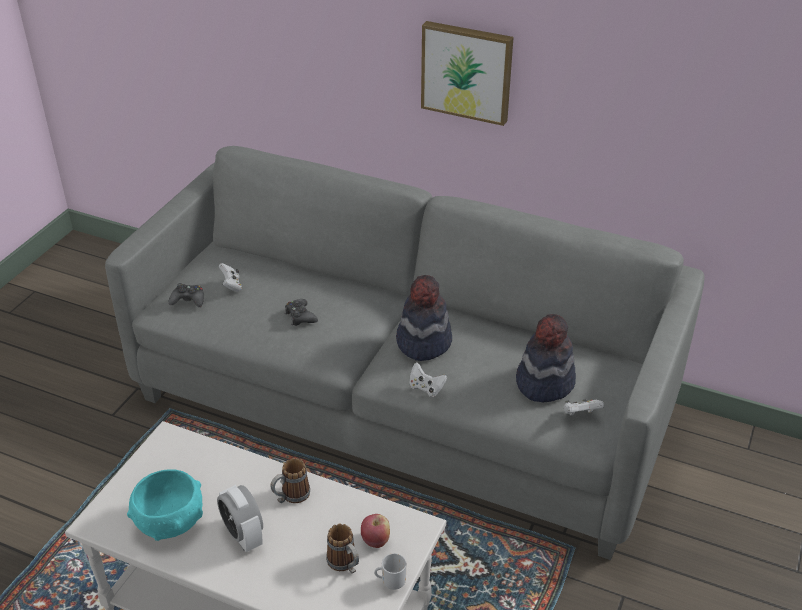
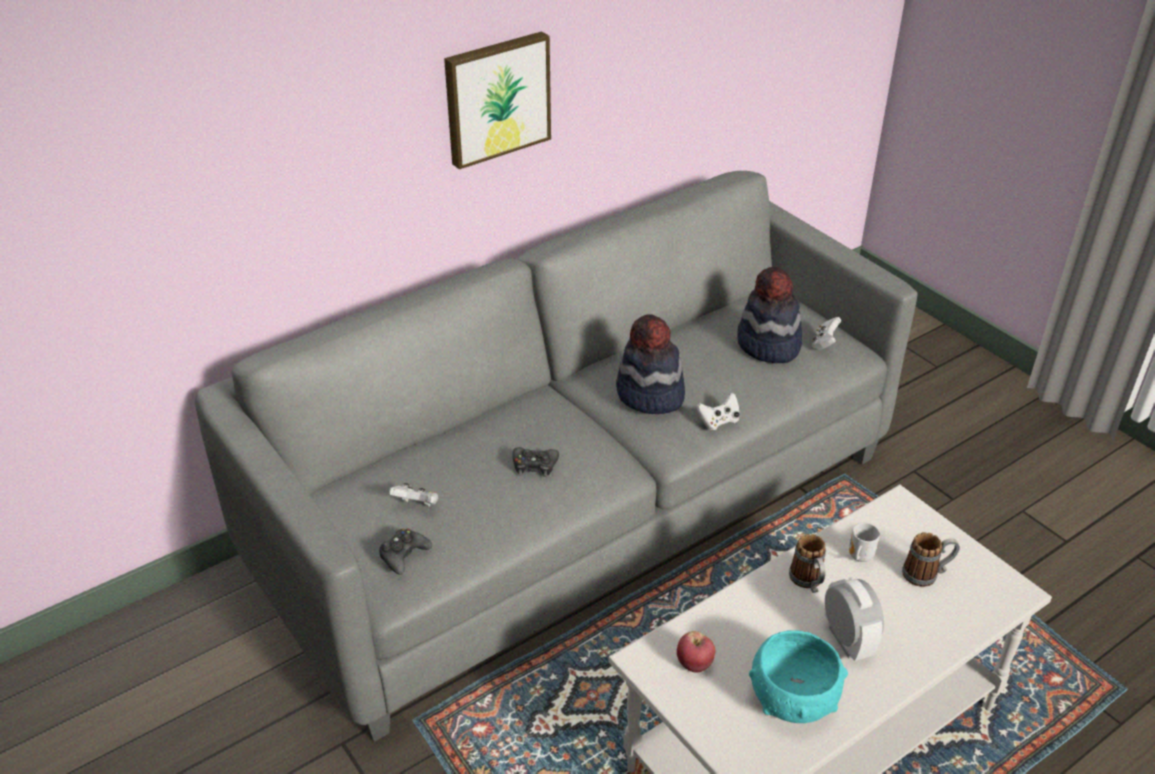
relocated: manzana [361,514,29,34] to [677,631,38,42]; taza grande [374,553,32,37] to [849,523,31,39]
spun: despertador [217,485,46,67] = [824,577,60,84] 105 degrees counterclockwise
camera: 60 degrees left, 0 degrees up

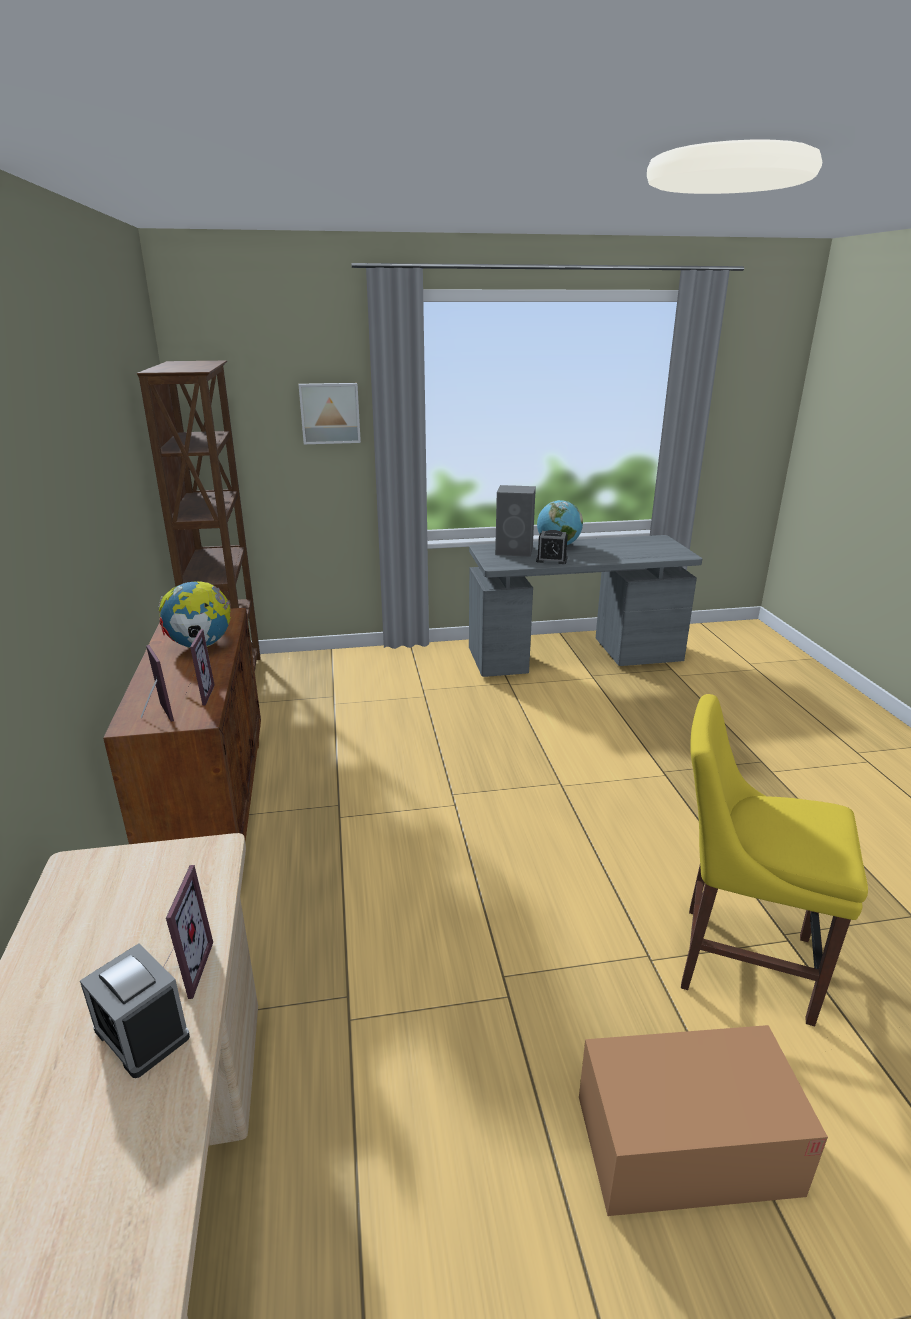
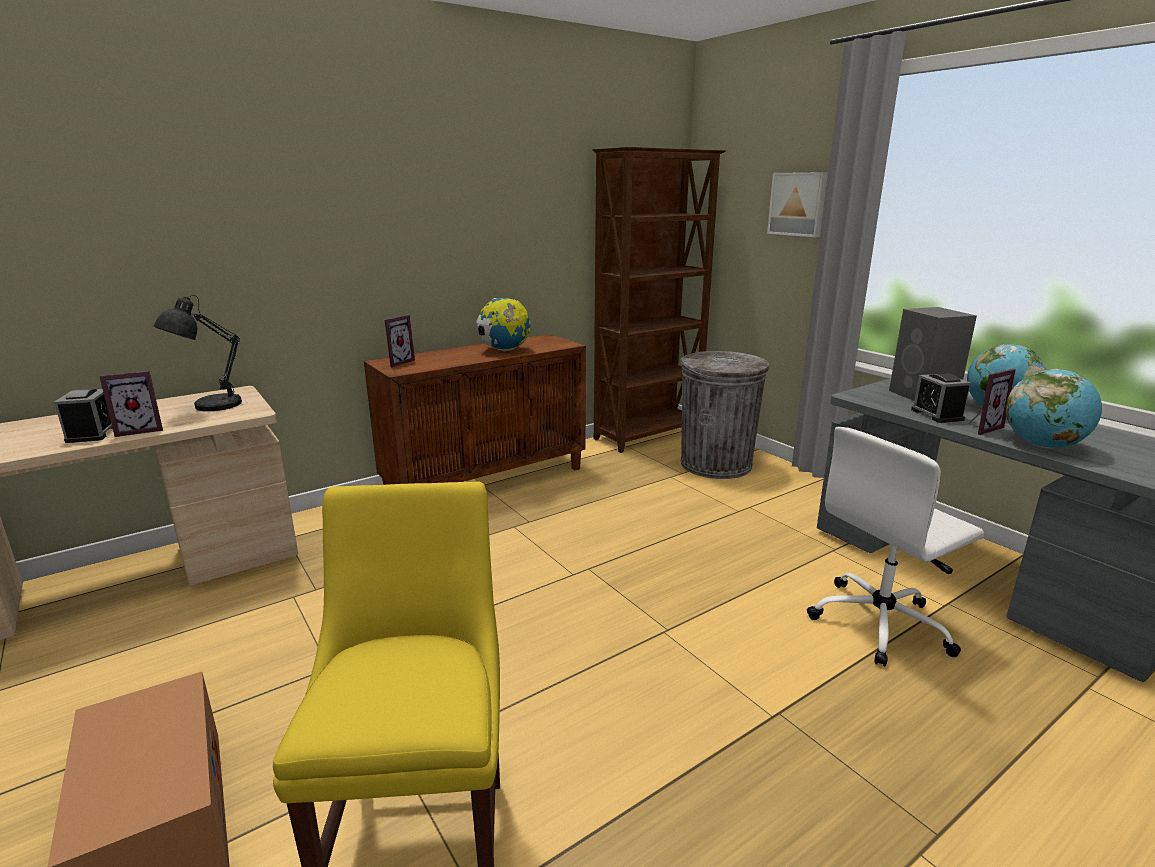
appeared: lámpara de mesa (gris) [153,295,89,116]; papelera (gris) [680,351,89,128]; silla de oficina (blanco) [807,427,177,239]; globo terráqueo [1006,369,96,79]
relocated: portarretratos [187,629,28,77] to [969,369,47,66]
spun: despertador [80,943,110,135] = [54,389,59,54] 150 degrees clockwise
camera: 65 degrees right, 5 degrees down

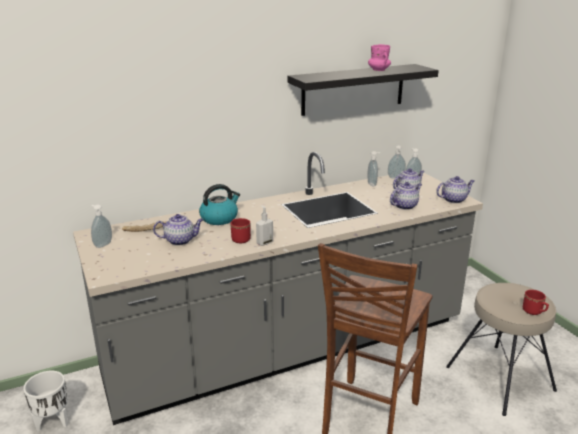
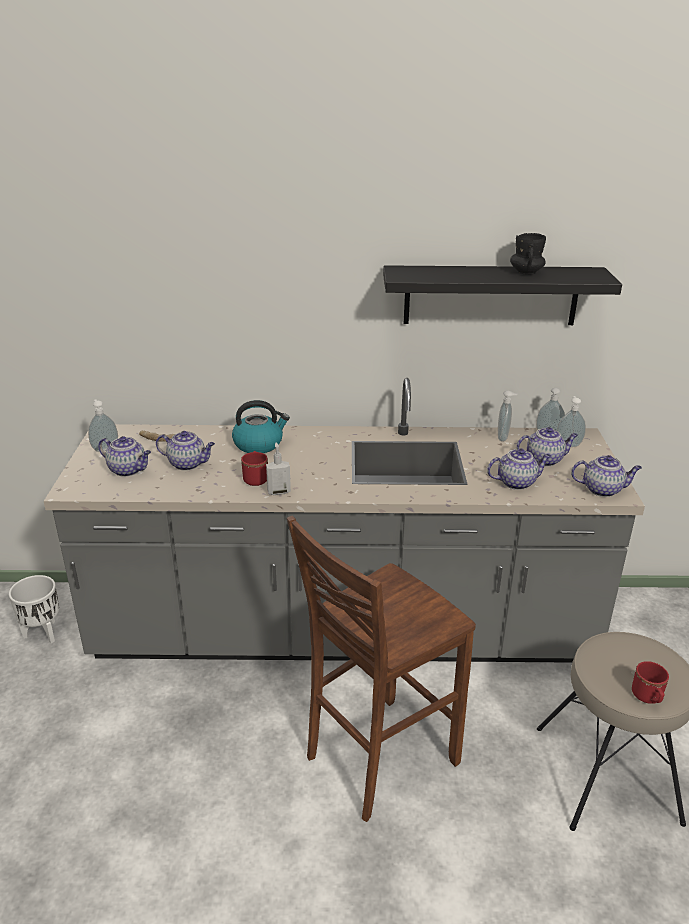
appeared: tetera [98,436,53,41]
colour: taza grande (rosa) [368,44,23,27] to taza grande (negro) [510,233,36,42]
camera: 25 degrees right, 5 degrees up

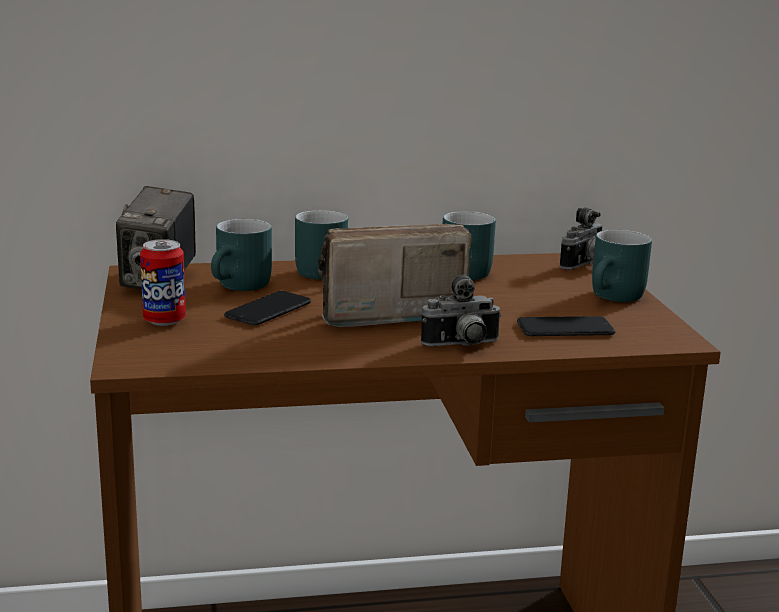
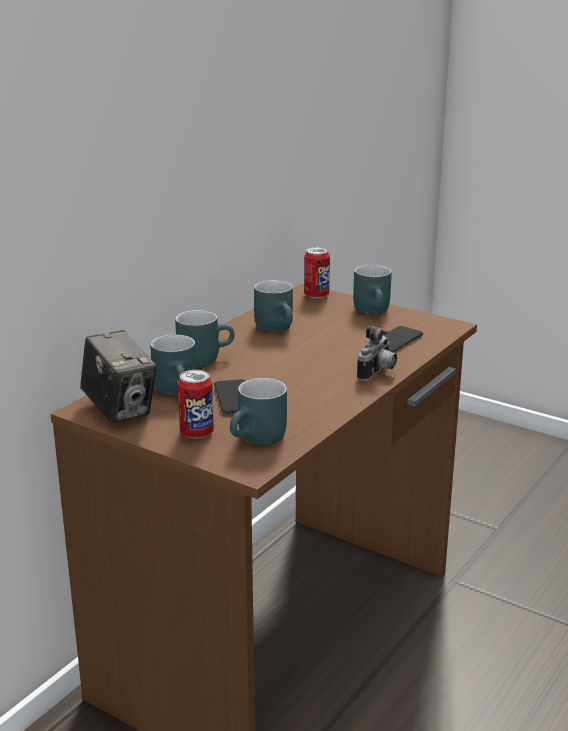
missing: radio [318,224,154,103]
appeared: taza grande (turquesa) [230,378,57,67]
exchanged: cámara [560,207,43,63] to lata [304,247,26,52]
camera: 45 degrees left, 5 degrees up

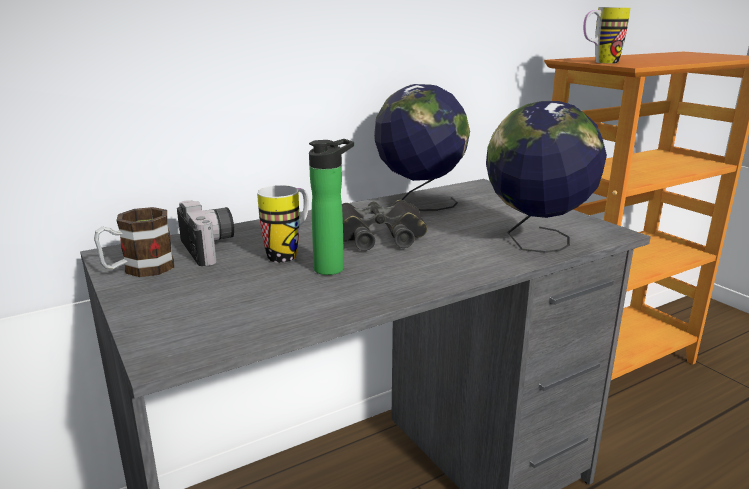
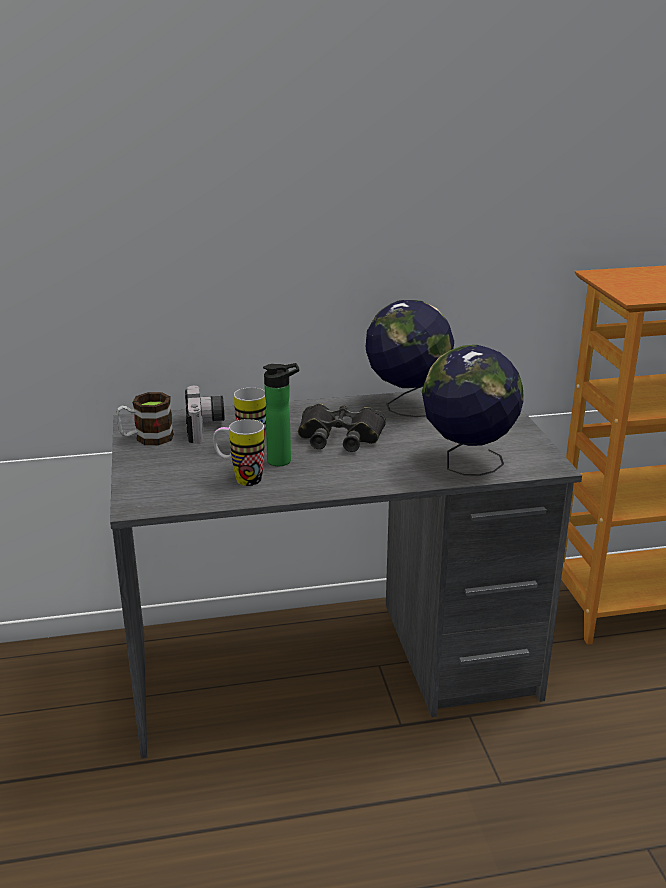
relocated: taza grande [583,7,48,57] to [213,419,51,67]
camera: 20 degrees right, 5 degrees up

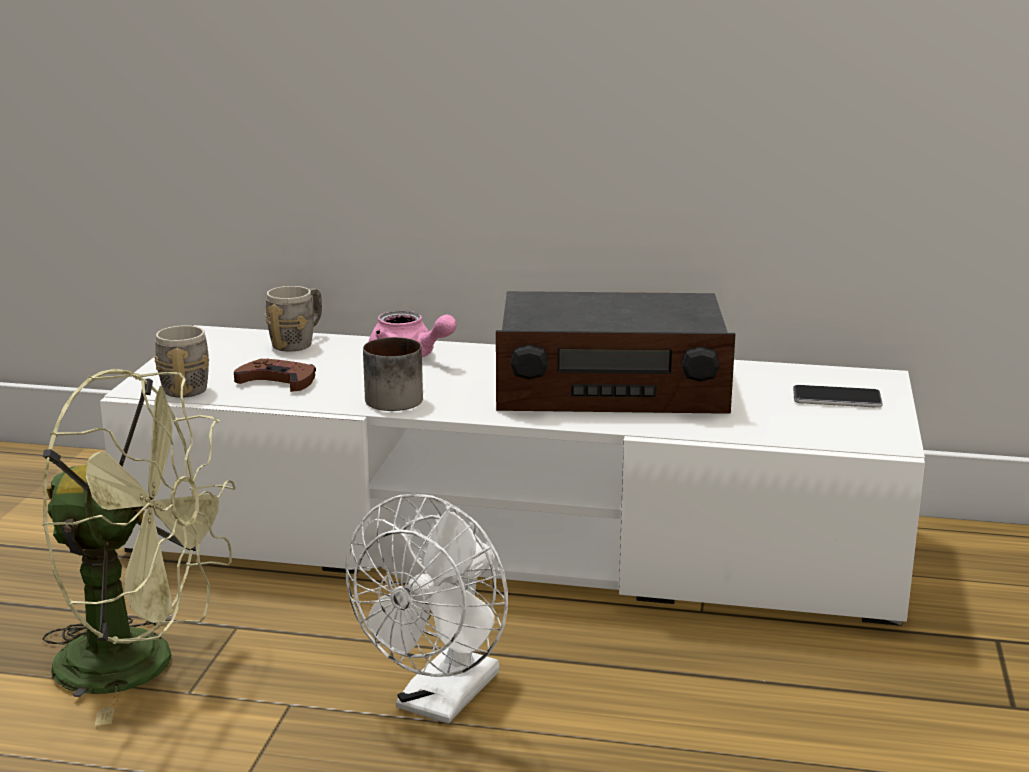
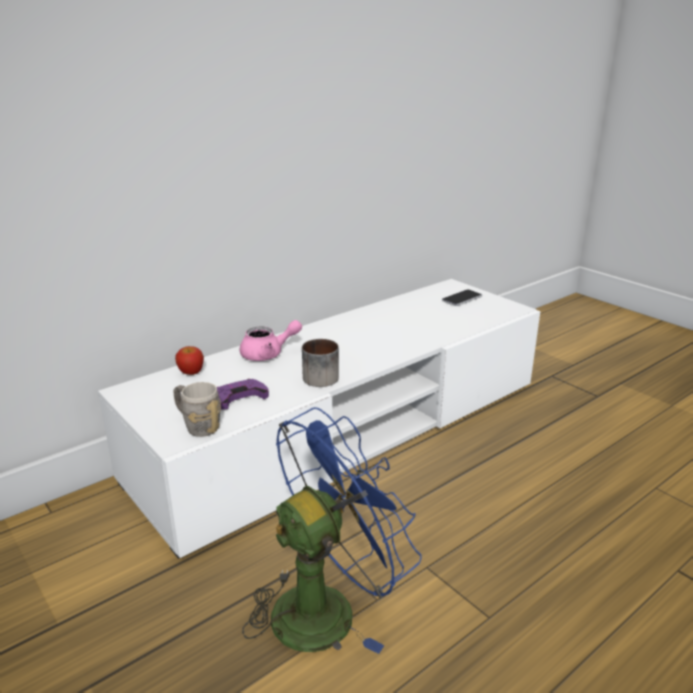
missing: ventilador (blanco) [346,494,162,230]; radio [496,291,239,123]
exchanged: taza grande (gris) [265,286,57,66] to manzana [175,346,29,29]
colour: ventilador (verde) [42,369,194,357] to ventilador (azul) [242,407,179,247]; mando de consola (marrón) [234,359,82,33] to mando de consola (morado) [217,379,52,31]
camera: 50 degrees left, 5 degrees up

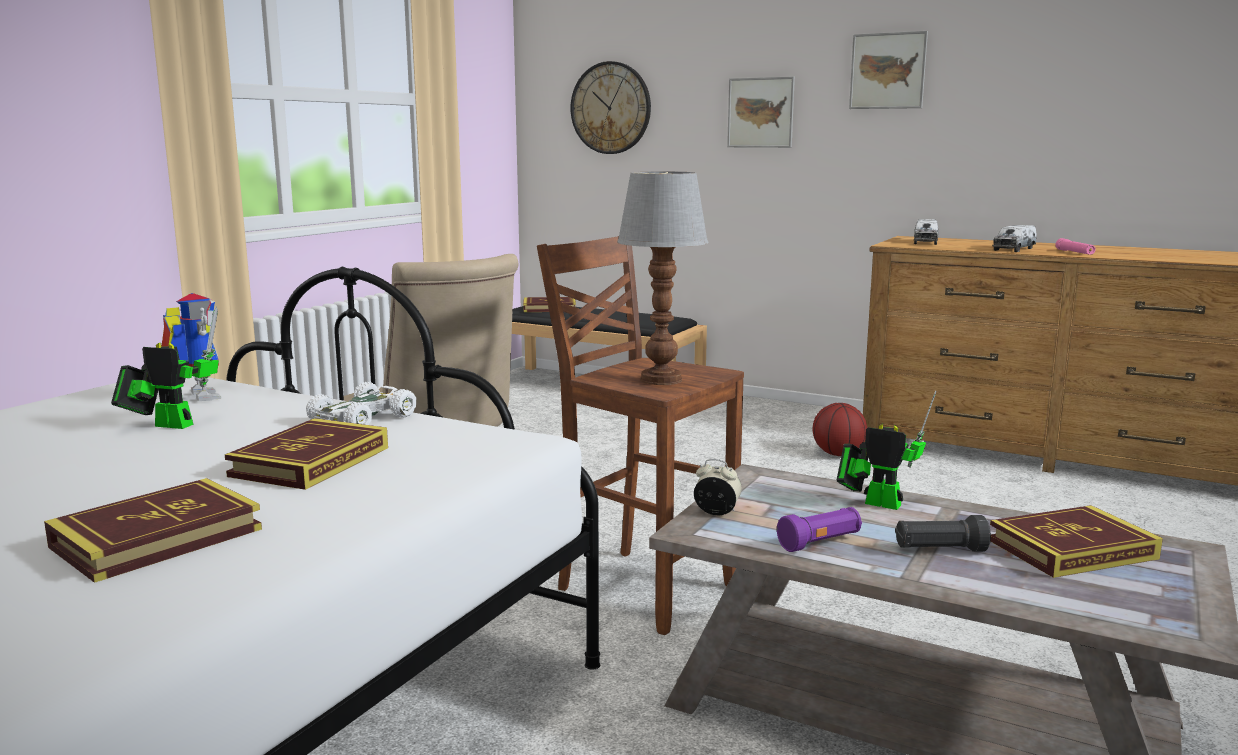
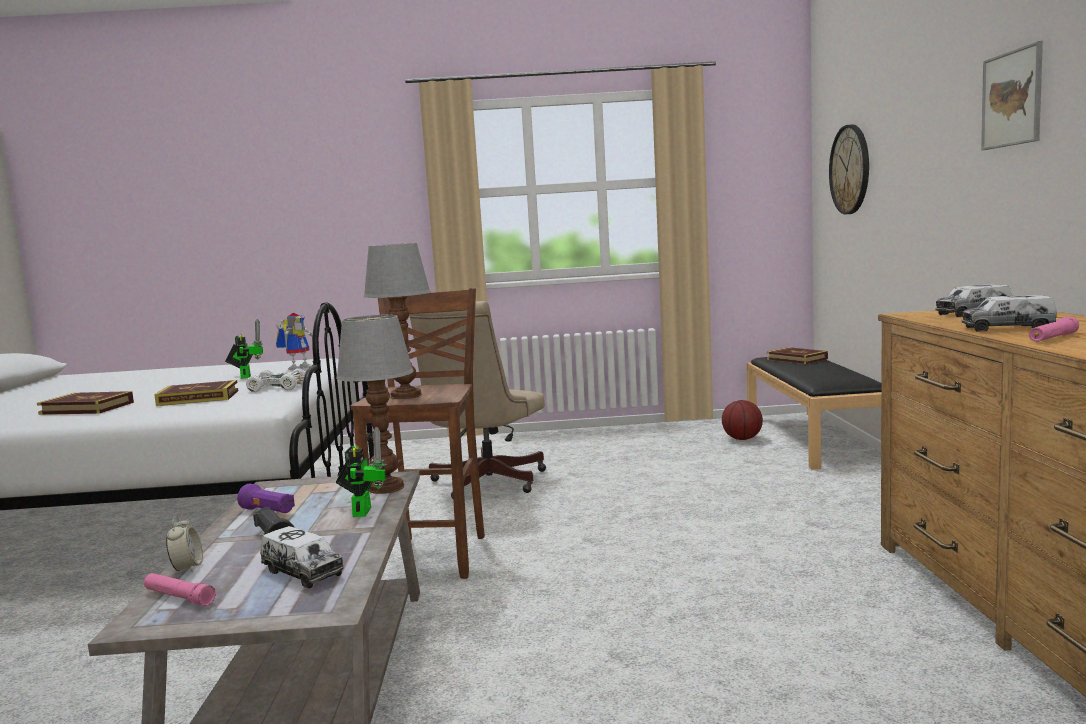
missing: cuadro [727,76,68,72]
appeared: linterna (rosa) [144,573,72,33]; lámpara de mesa [336,315,78,179]
relocated: despertador [694,459,48,56] to [166,516,37,57]; balón de baloncesto [813,403,54,53] to [722,400,41,40]
exchanged: libro [990,505,173,73] to camión de juguete [260,526,84,62]
camera: 60 degrees right, 5 degrees down

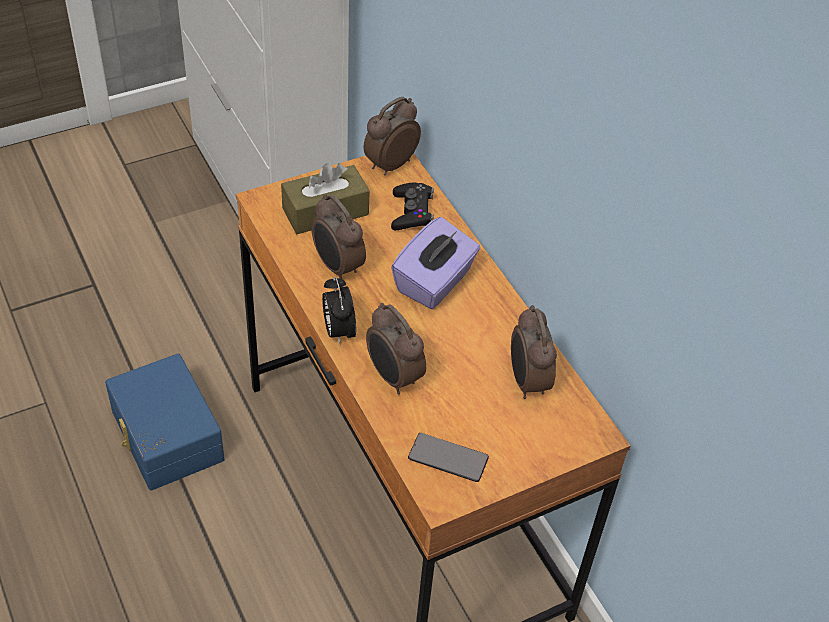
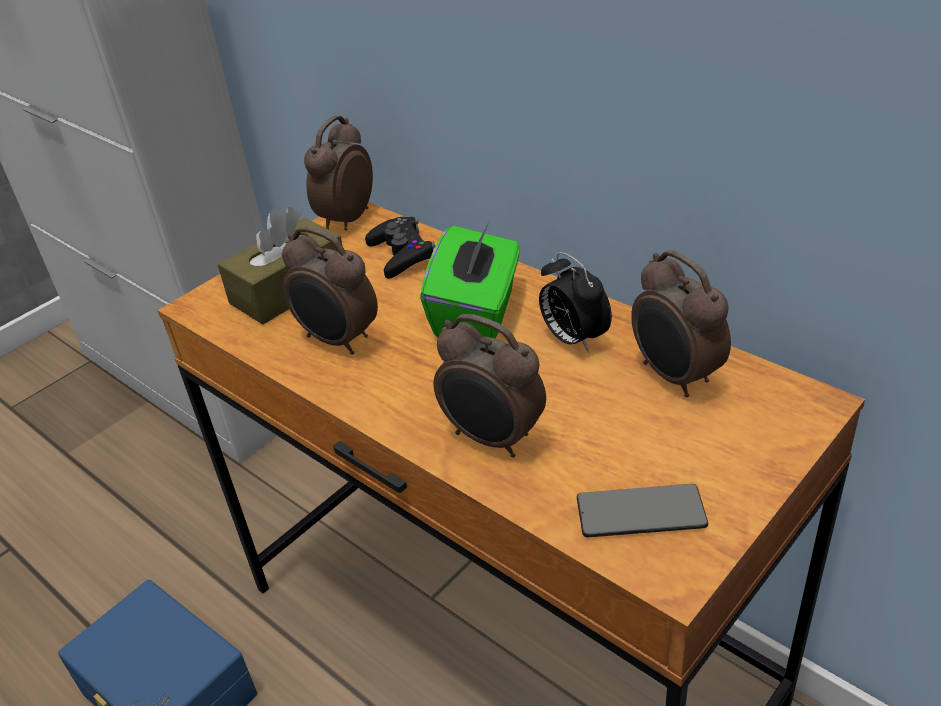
relocated: despertador [322,277,34,67] to [539,252,73,101]
colour: caja de pañuelos (morado) [391,217,89,92] to caja de pañuelos (verde) [420,220,100,119]
camera: 15 degrees left, 10 degrees down

